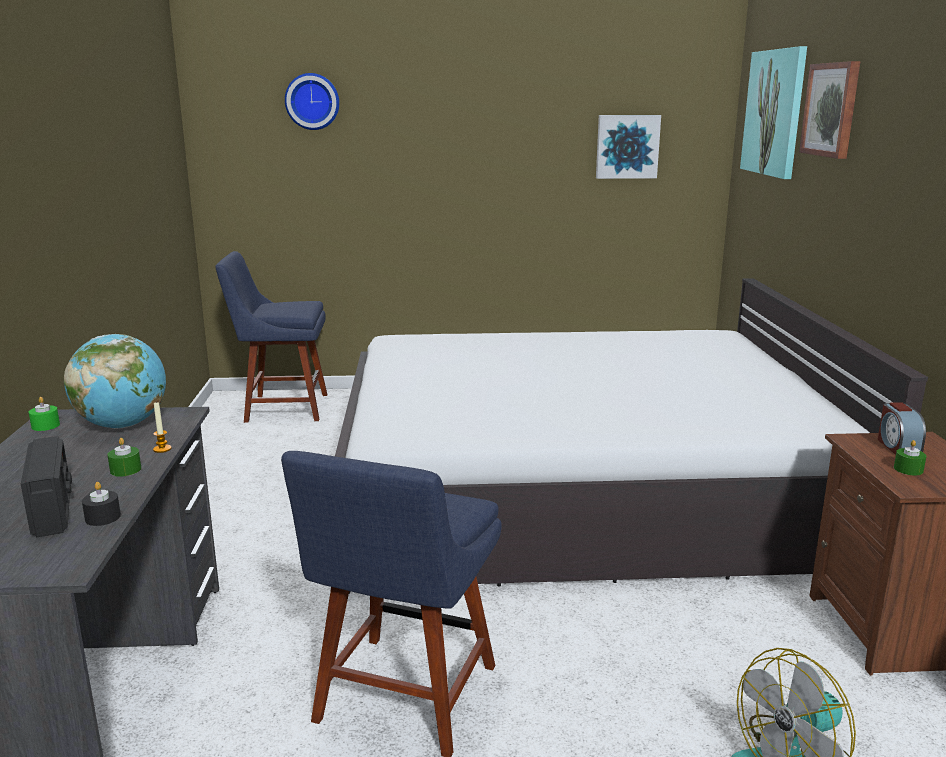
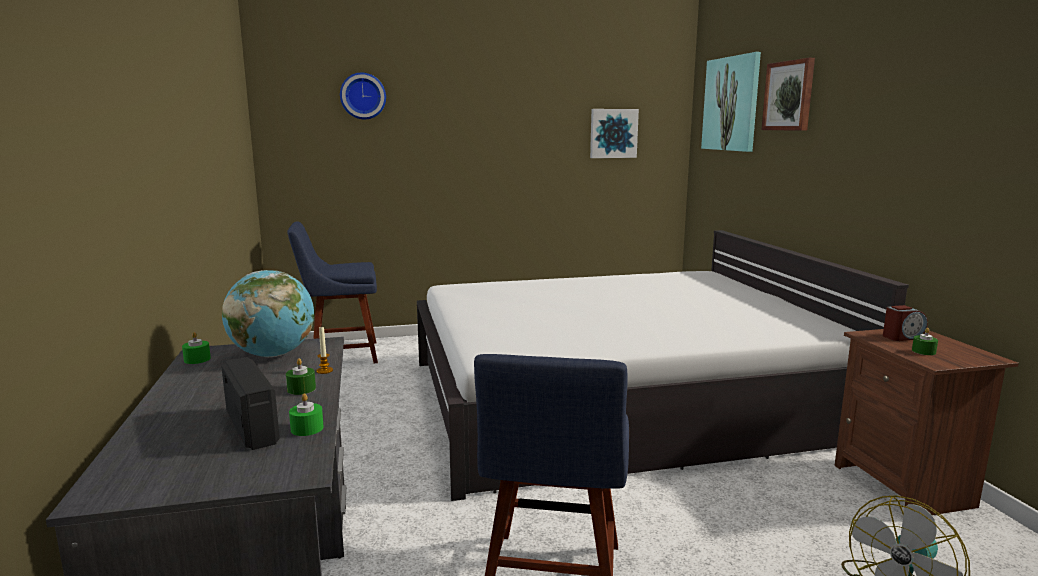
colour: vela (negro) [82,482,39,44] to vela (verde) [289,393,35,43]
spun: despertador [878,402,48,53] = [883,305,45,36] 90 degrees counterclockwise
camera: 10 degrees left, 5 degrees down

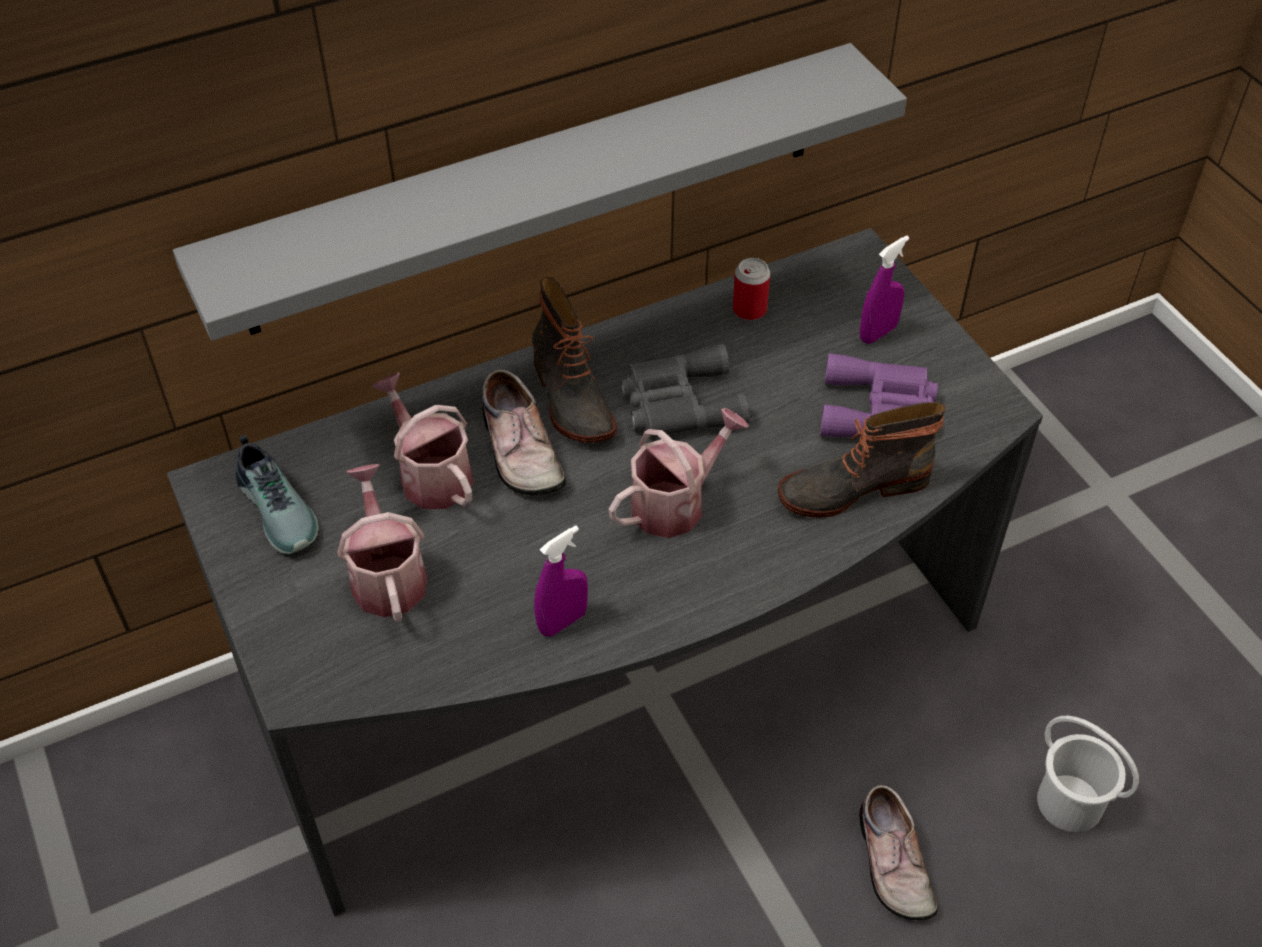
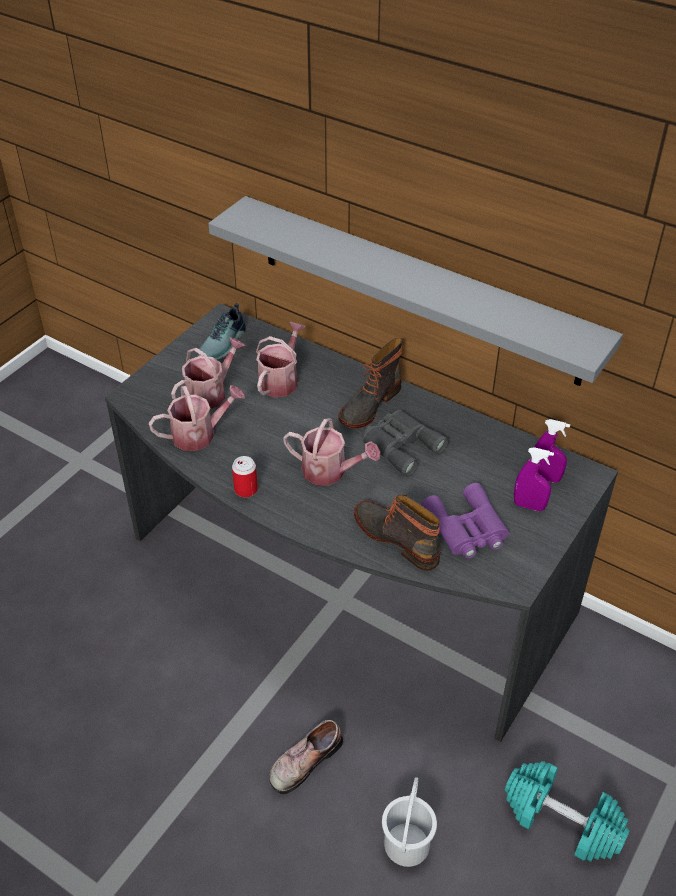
missing: zapato [482,370,84,125]
appeared: regadera [149,385,96,66]; mancuerna (turquesa) [505,761,125,101]
relocated: pulverizador (morado) [534,525,54,112] to [531,419,39,64]; lata [733,258,37,62] to [232,456,26,41]
camera: 60 degrees right, 5 degrees down

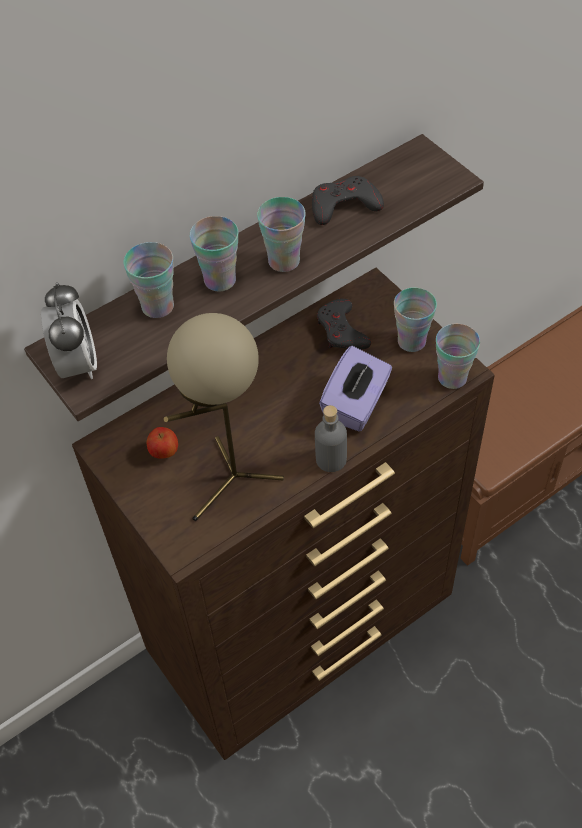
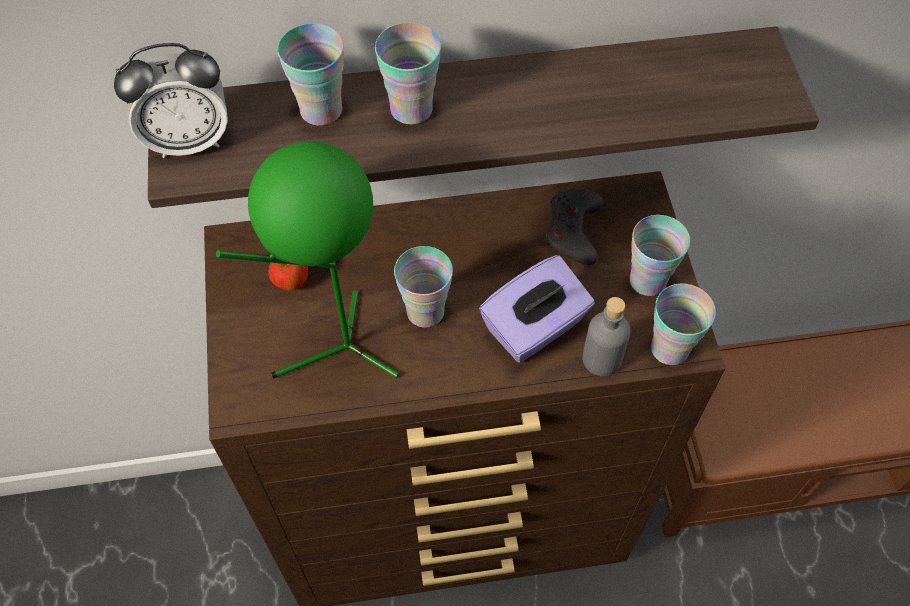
missing: mando de consola (gris) [312,176,72,49]
relocated: taza [257,197,49,75] to [394,246,59,82]; botella (gris) [315,405,32,67] to [582,297,49,79]
colour: lámpara de mesa (beis) [164,313,120,208] to lámpara de mesa (verde) [216,141,184,238]
spun: despertador [41,282,56,97] = [114,43,114,115] 60 degrees clockwise
camera: 25 degrees right, 5 degrees up

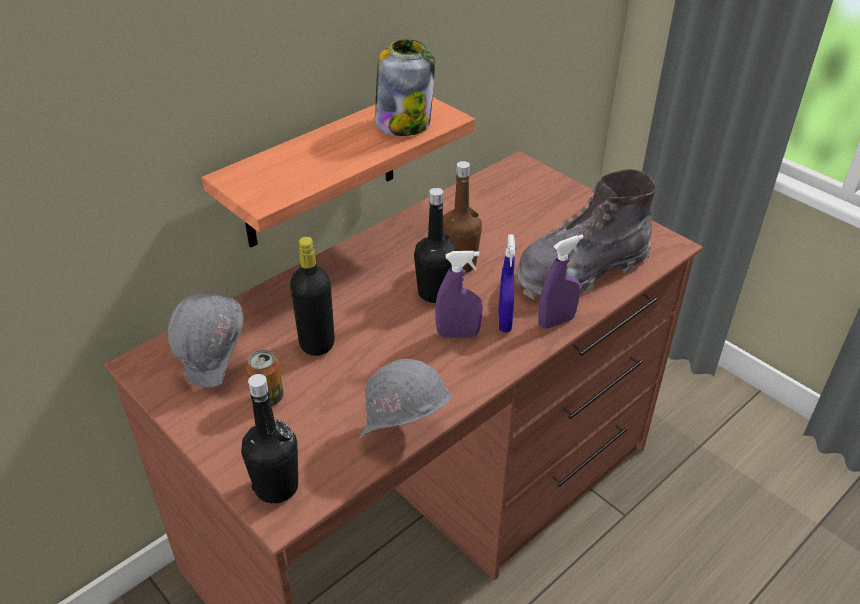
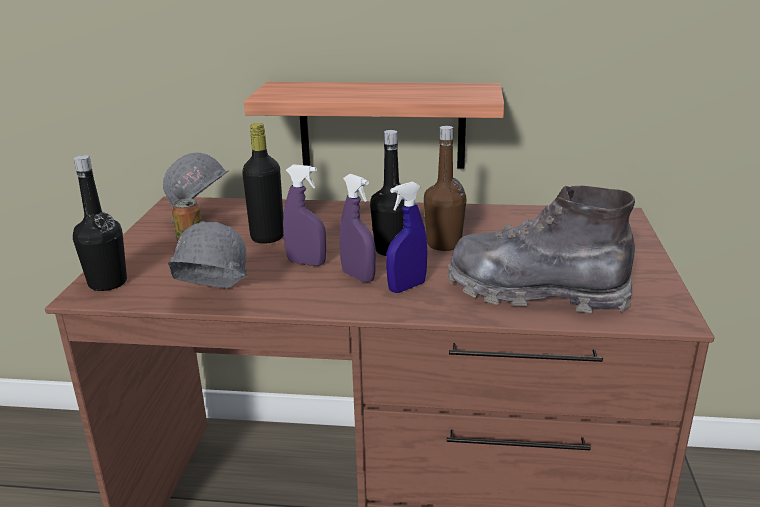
missing: tarro [375,40,60,96]
relocated: pulverizador (morado) [538,235,46,94] to [283,164,43,102]
camera: 50 degrees right, 15 degrees down

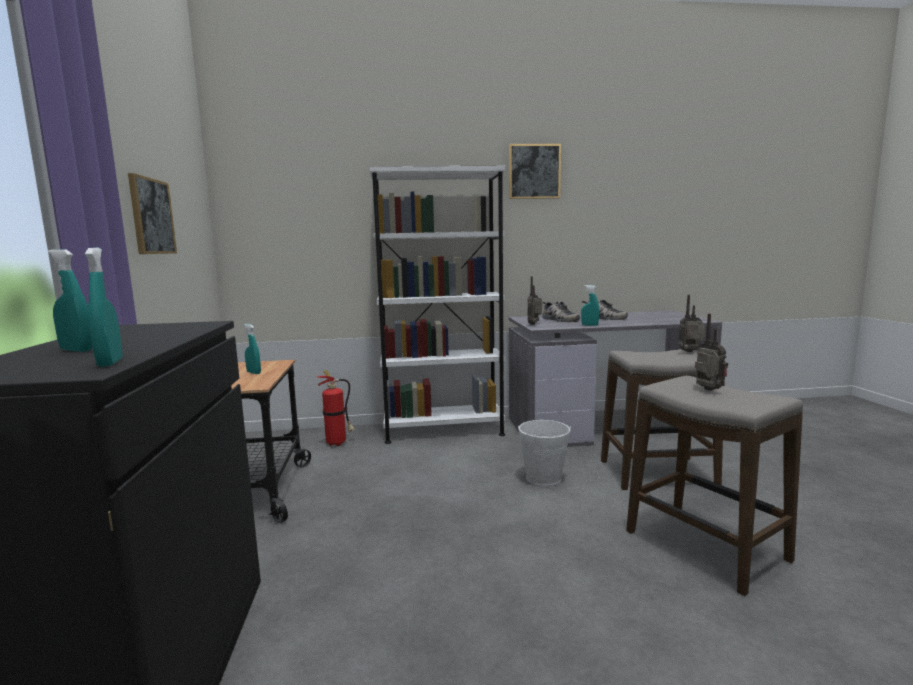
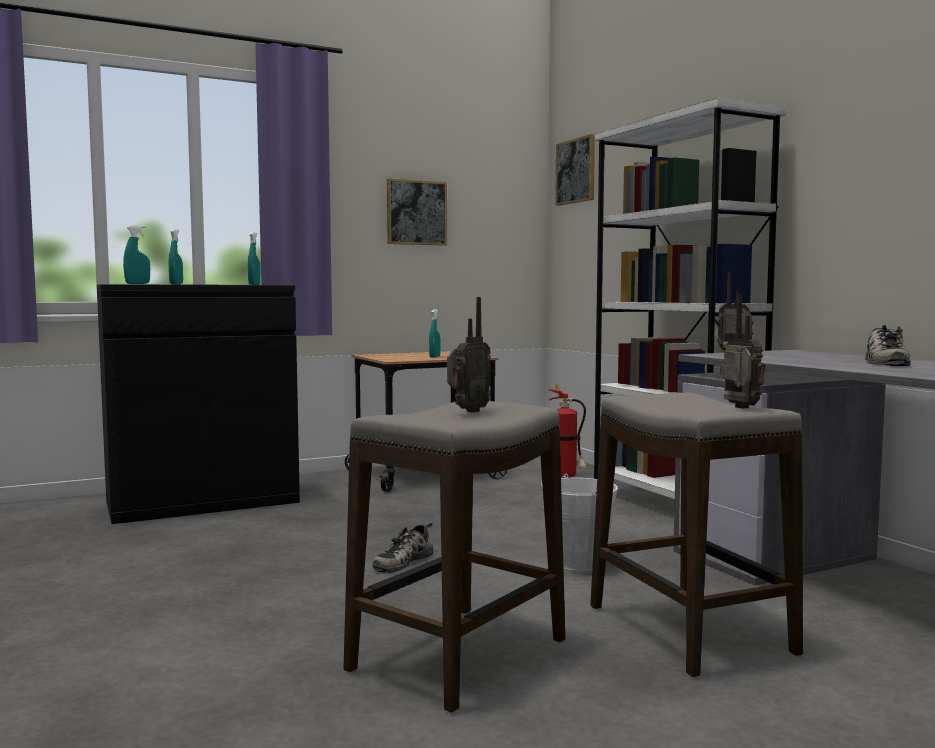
relocated: cuadro [509,144,52,55] to [555,134,40,72]; zapato [542,302,38,20] to [372,523,61,50]; pulverizador (turquesa) [581,285,18,41] to [248,232,13,53]
camera: 70 degrees right, 5 degrees down

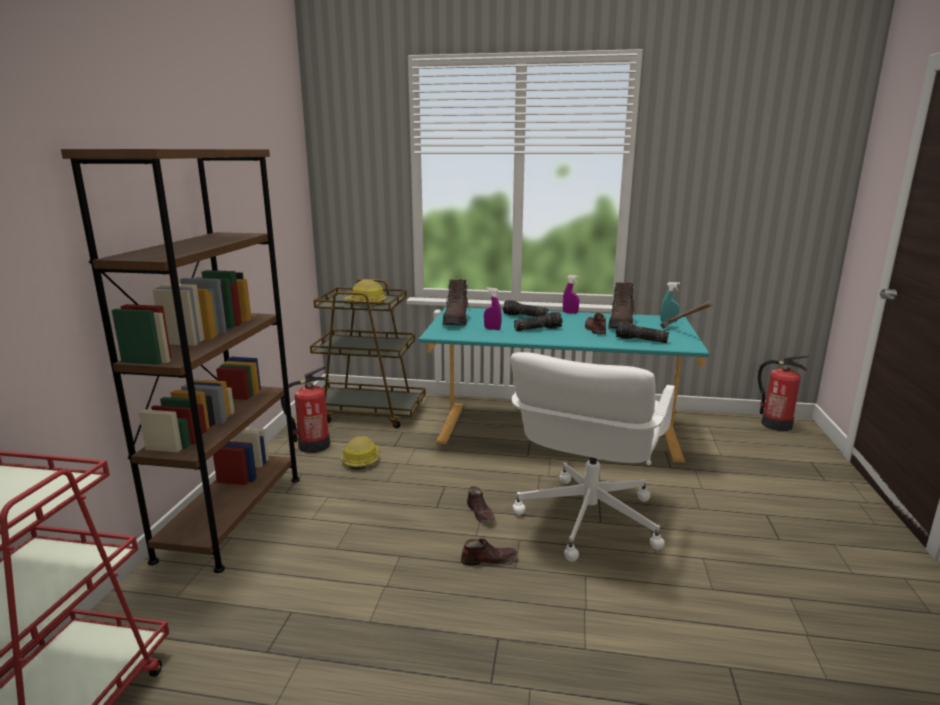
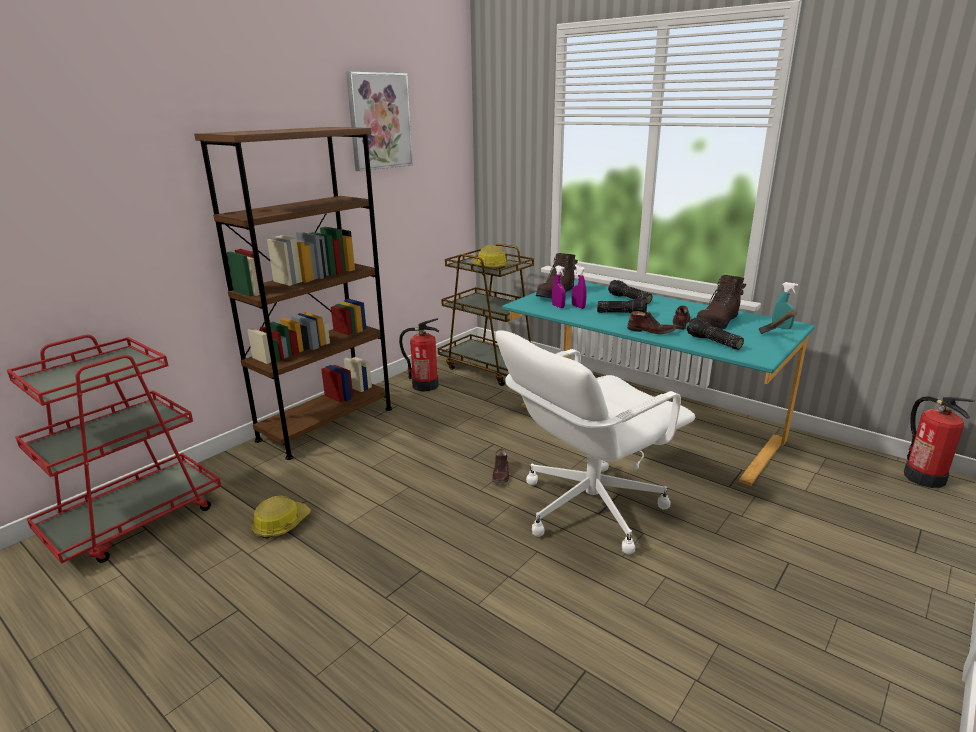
appeared: cuadro [346,71,67,100]
relocated: casco [341,436,38,34] to [251,495,60,44]; zapato (marrón) [461,538,56,28] to [627,311,49,23]; pulverizador (morado) [563,275,16,39] to [552,265,14,43]
camera: 30 degrees right, 5 degrees up

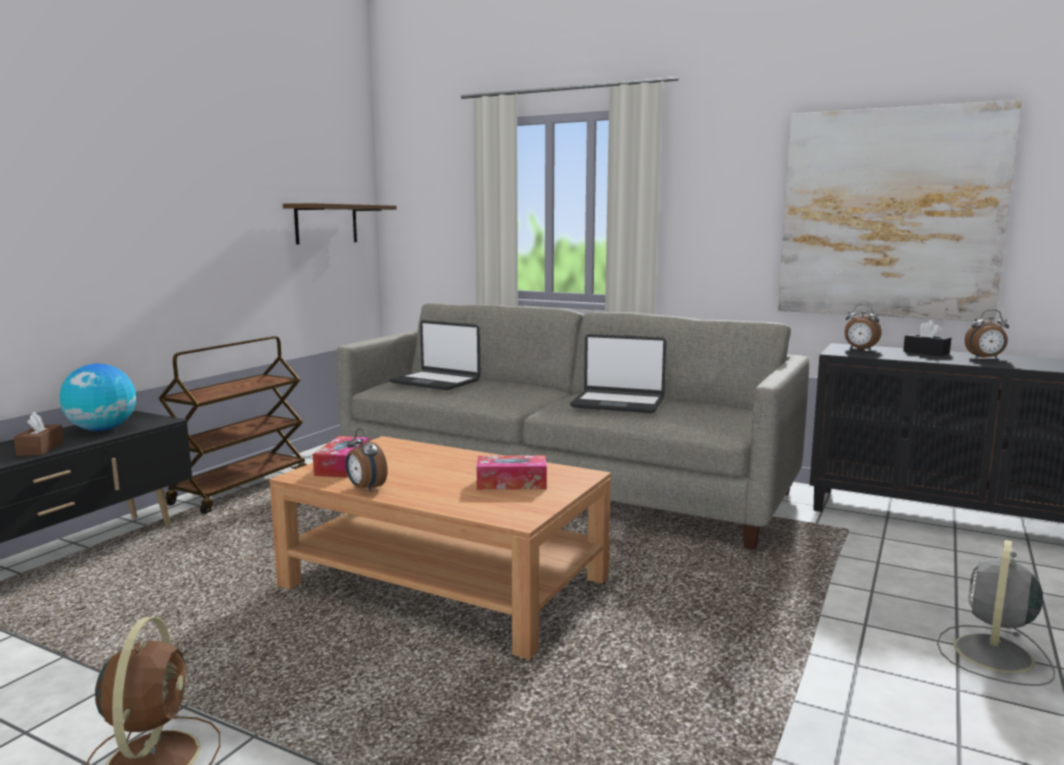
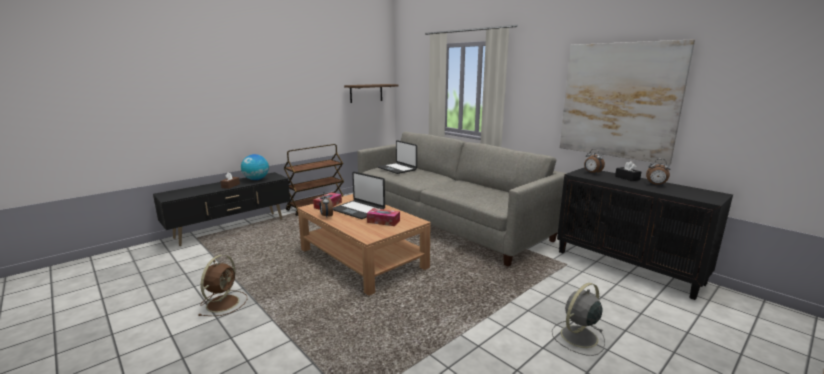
relocated: portátil [570,334,96,79] to [333,172,52,47]
camera: 20 degrees right, 5 degrees up

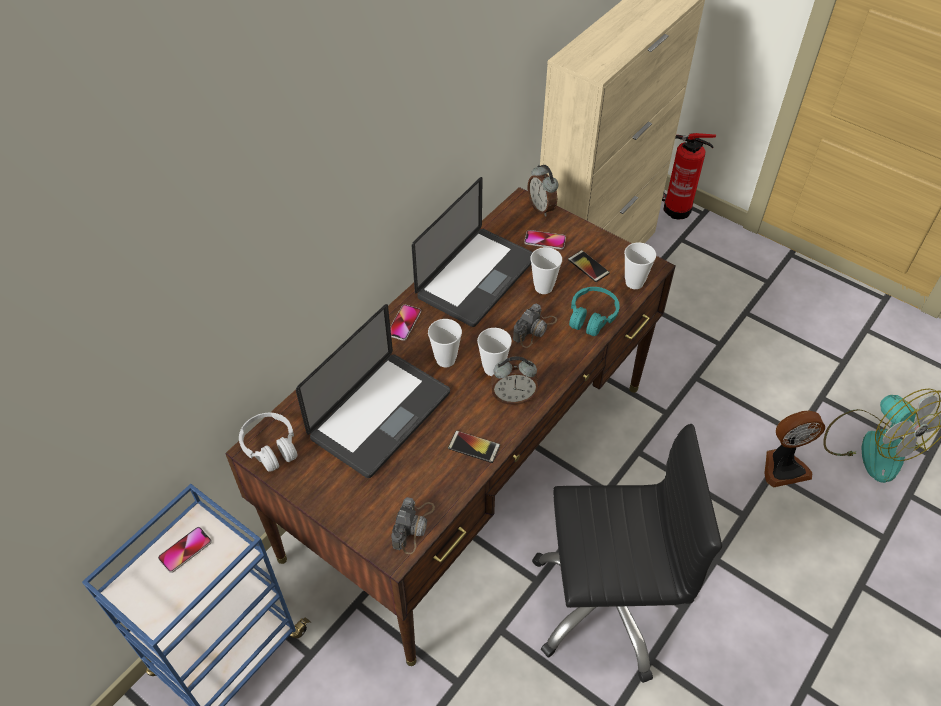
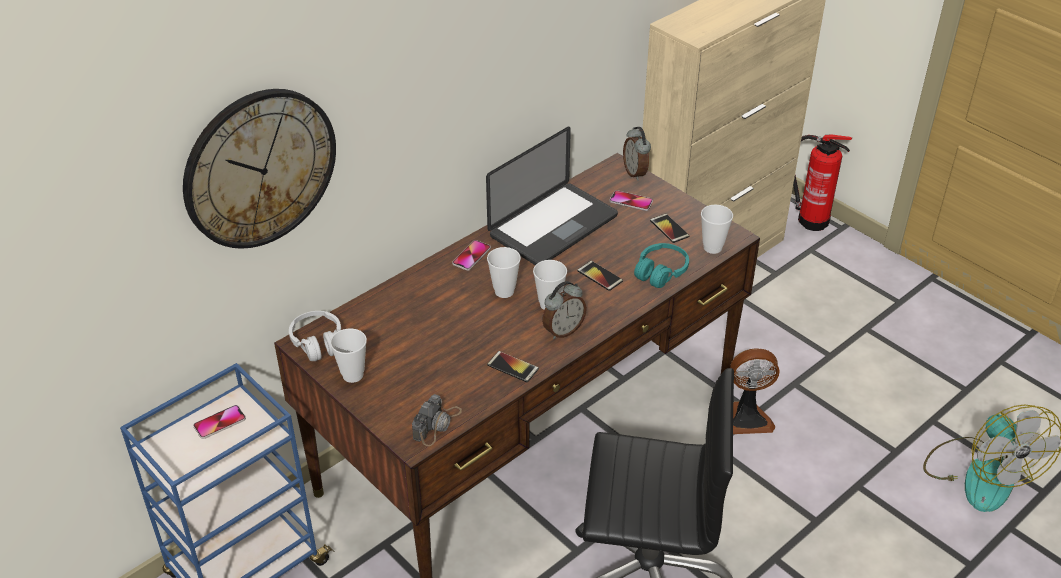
missing: portátil [296,304,154,174]
appeared: reloj de pared [183,89,153,160]
relocated: taza [531,247,31,47] to [330,328,37,55]; ventilador [765,411,60,77] to [730,348,50,86]
exchanged: cámara [513,304,44,44] to móvil [577,261,46,30]
spun: despertador [491,356,48,49] = [542,281,45,58] 45 degrees counterclockwise
camera: 10 degrees right, 10 degrees down

